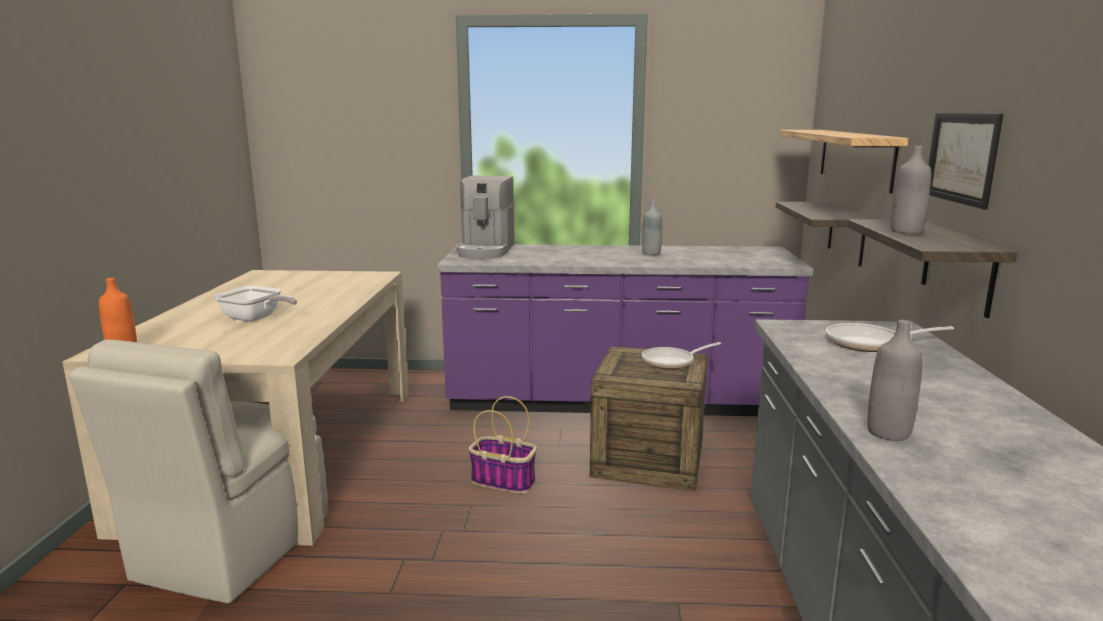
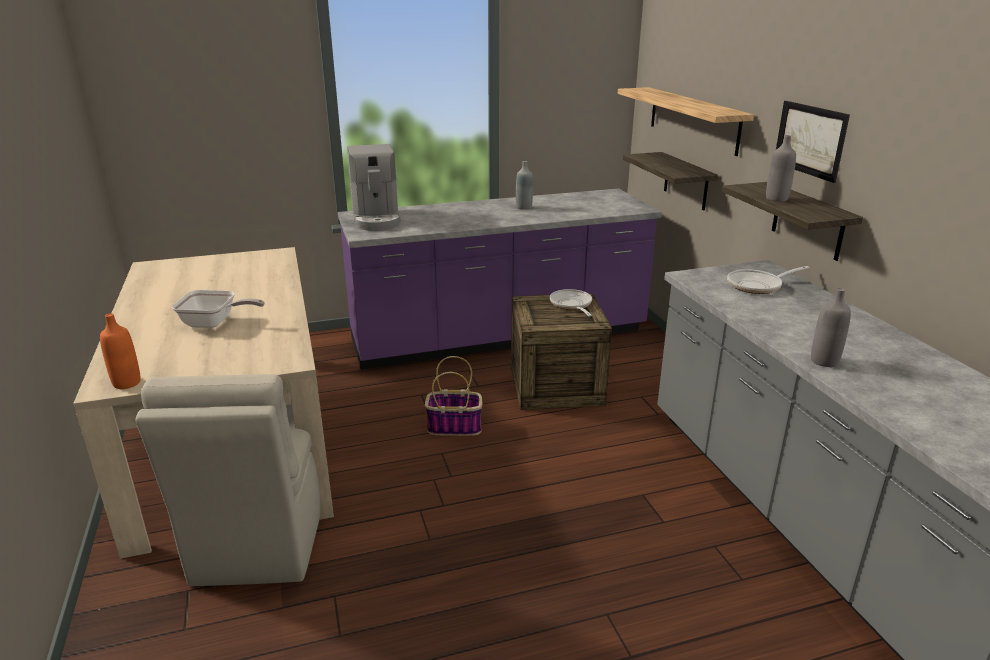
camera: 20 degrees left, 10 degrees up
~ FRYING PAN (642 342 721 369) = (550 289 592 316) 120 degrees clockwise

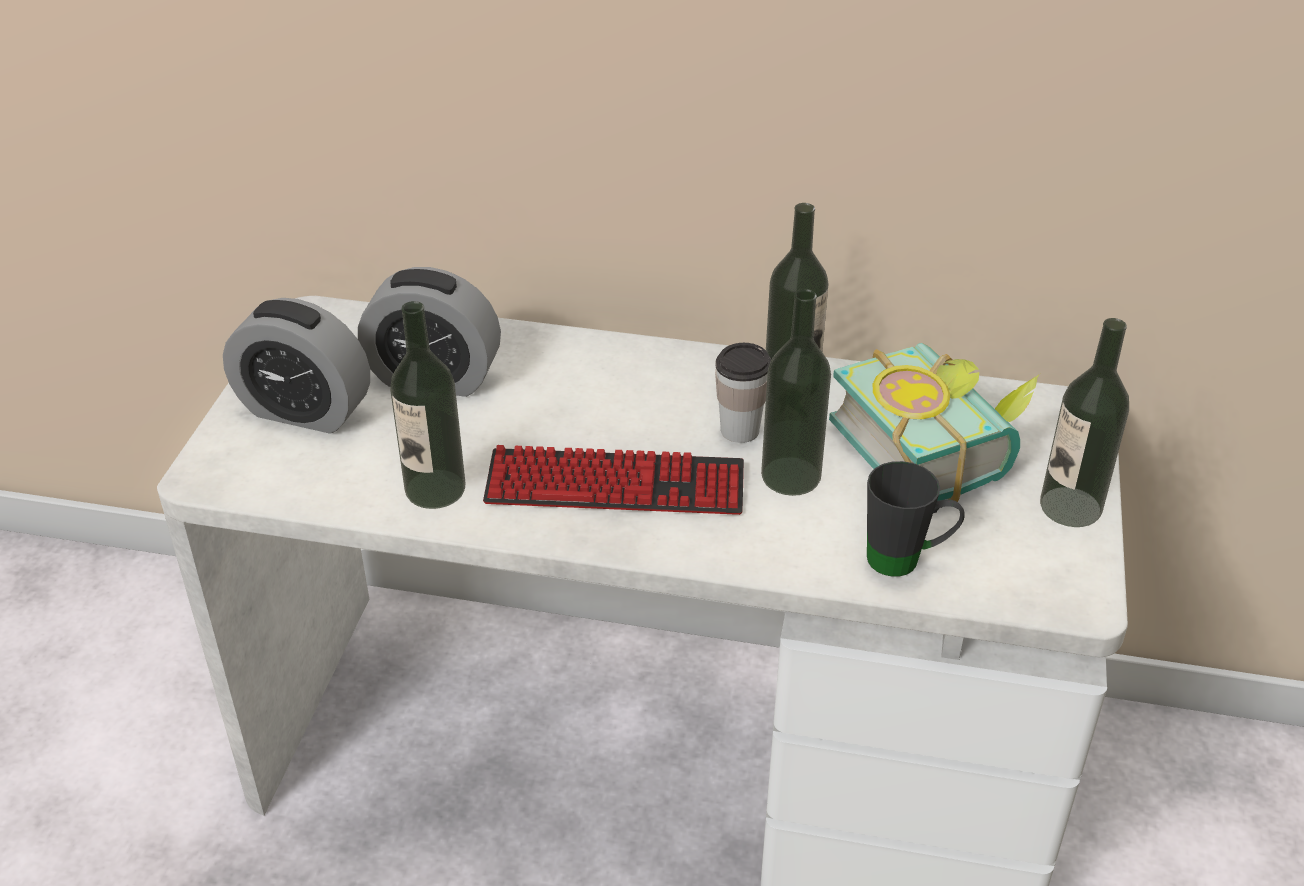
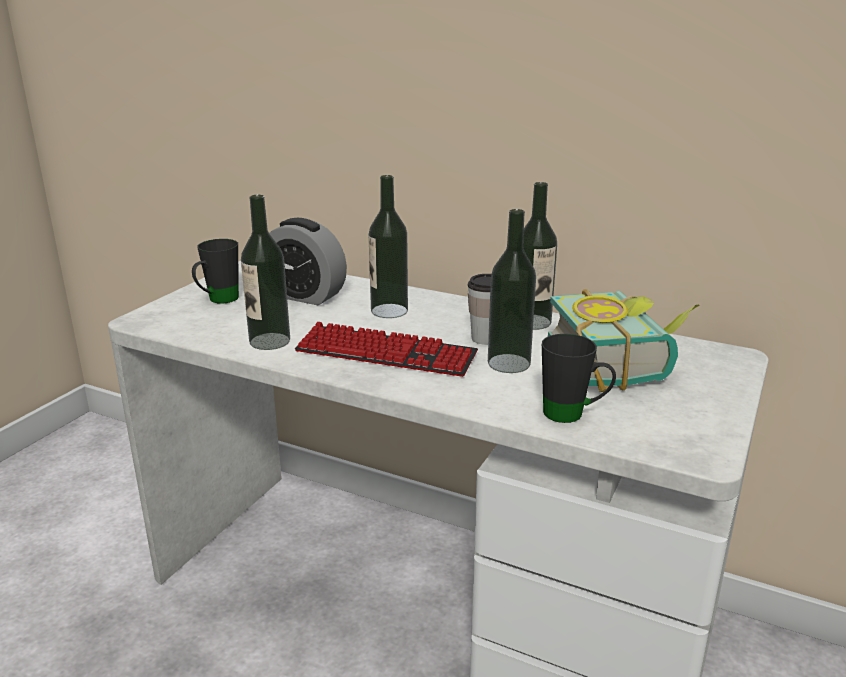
camera: 15 degrees right, 15 degrees down
~ BOTTLE (1040 318 1129 527) to (369 175 408 318)
~ ALARM CLOCK (223 298 370 434) to BLACK MUG (192 239 239 304)

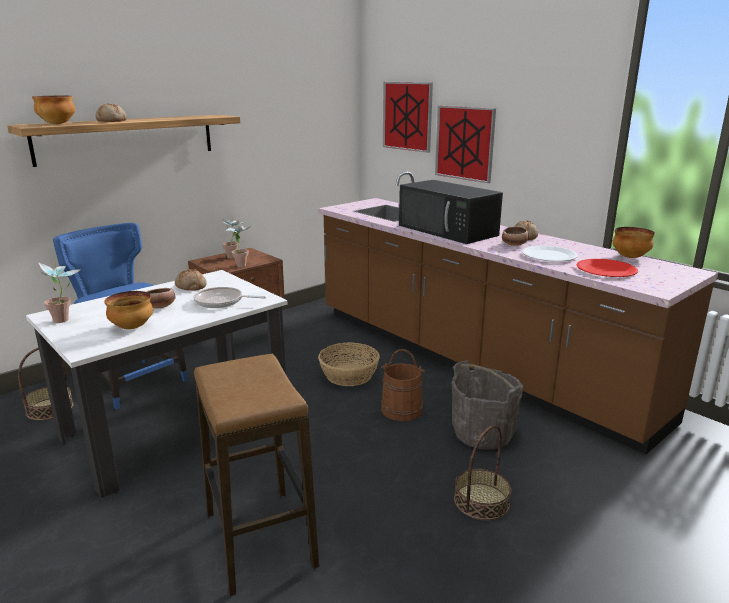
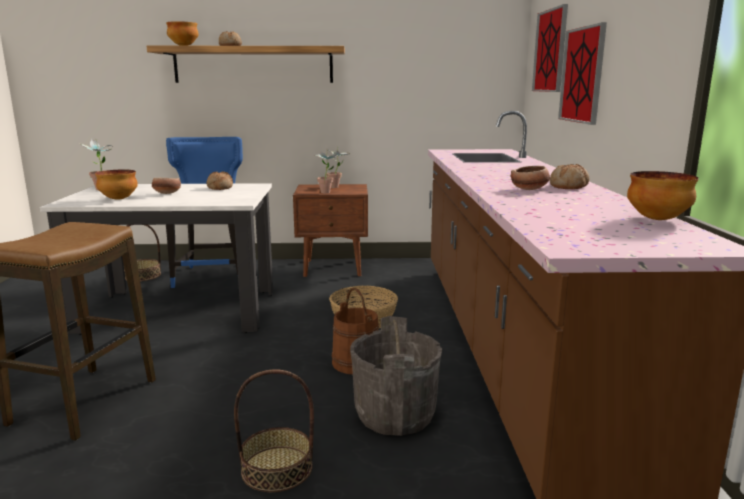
camera: 40 degrees right, 5 degrees down
- FRYING PAN (193 287 266 308)
- BLACK MICROWAVE (399 180 503 244)
- WHITE PLATE (522 246 578 262)
- RED PLATE (577 259 638 277)

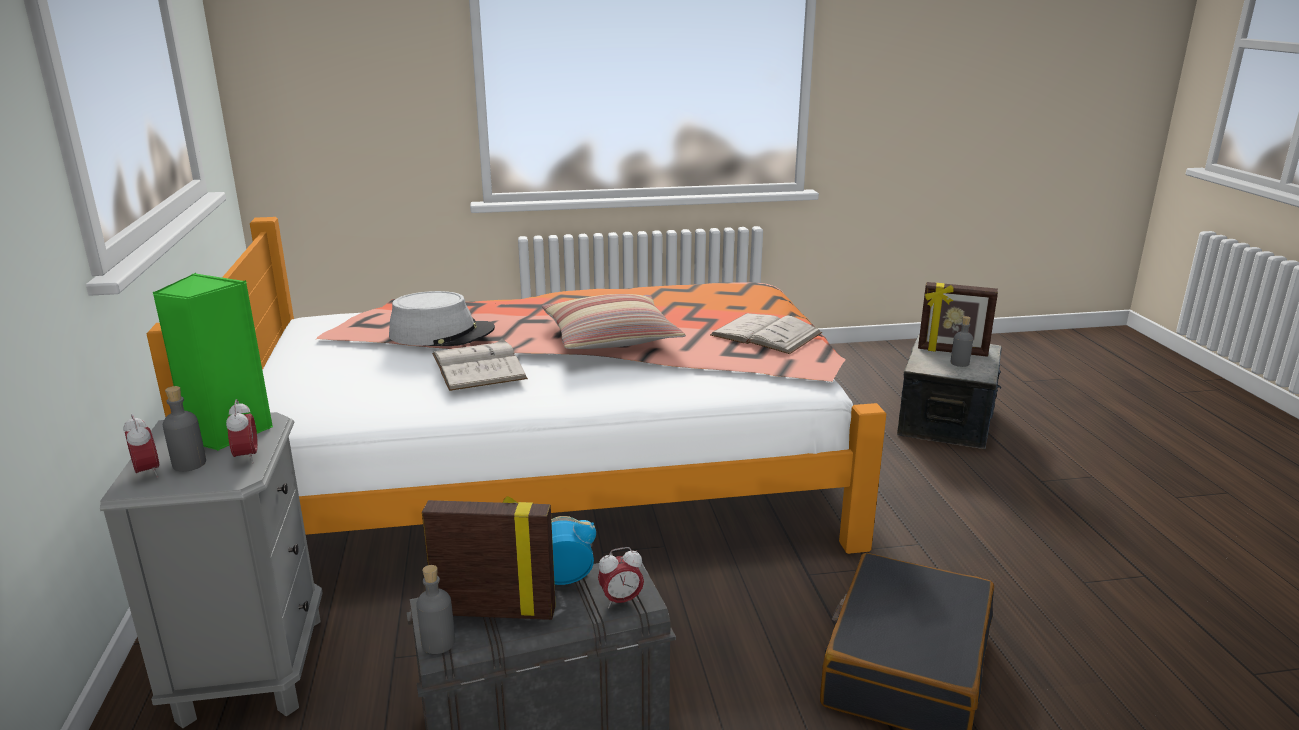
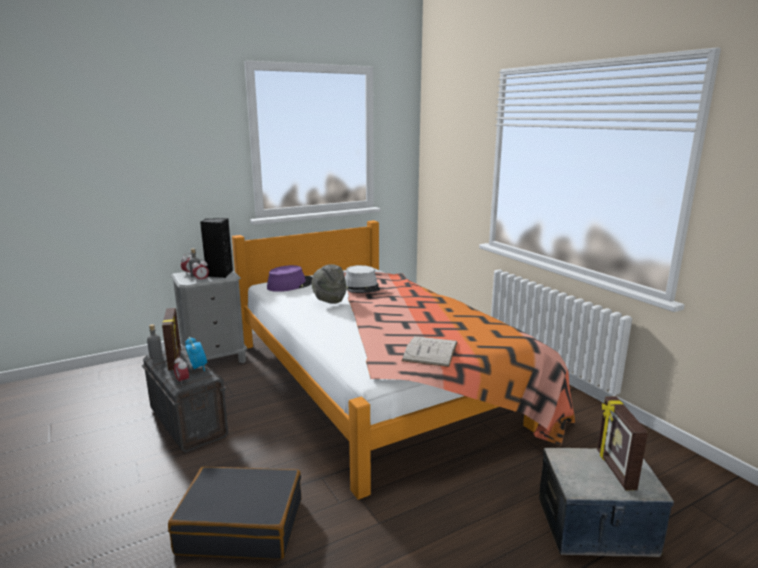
camera: 70 degrees right, 5 degrees down
- PILLOW (542 294 686 349)
- GREY BOTTLE (951 316 973 367)
+ PURPLE HAT (267 265 313 292)
~ WHITE BOOK (432 338 528 391) to GREY HAT (311 264 347 304)
~ GREEN SPEAKER (152 273 273 451) to BLACK SPEAKER (200 218 233 278)

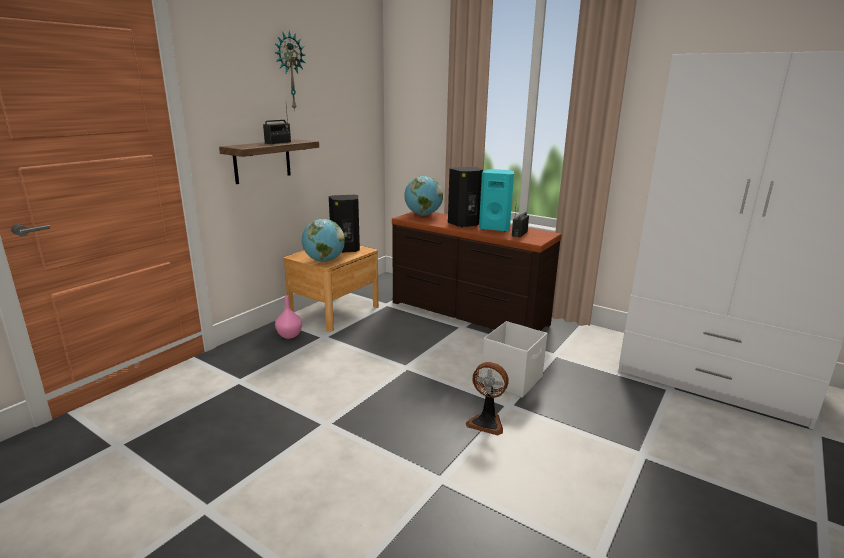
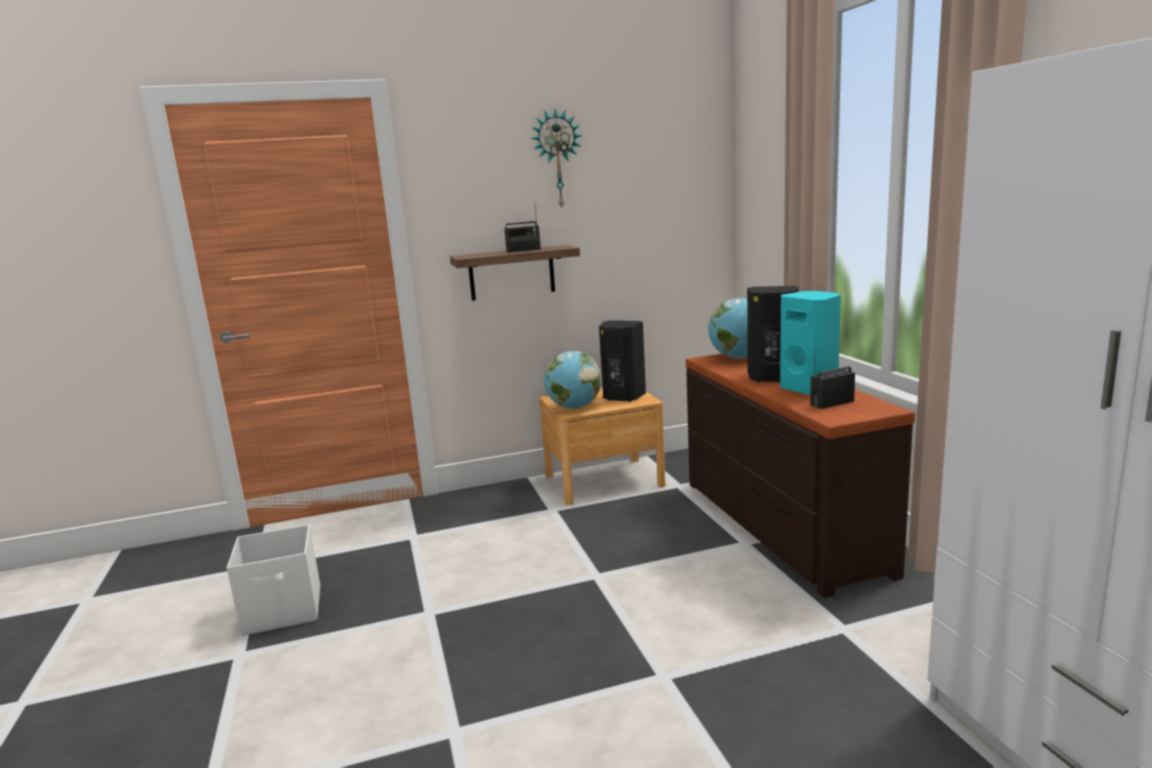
camera: 40 degrees right, 5 degrees down
- PINK VASE (275 295 302 339)
- FAN (466 362 509 436)
~ WHITE STORAGE BOX (481 321 547 398) to (227 524 320 636)

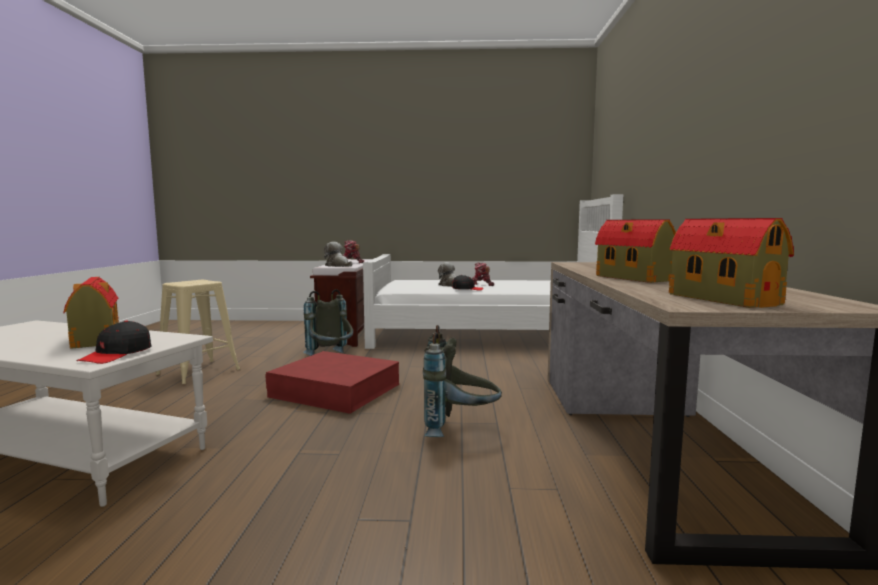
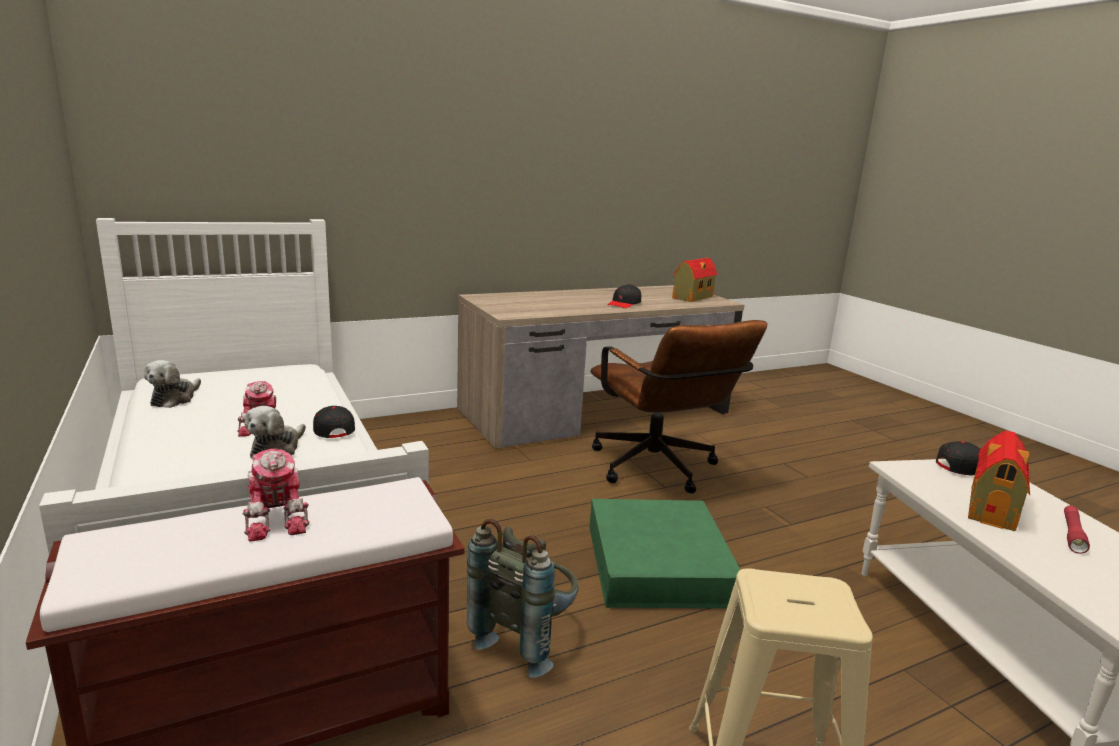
camera: 120 degrees left, 10 degrees up
+ RED FLASHLIGHT (1064 505 1090 554)
~ PLUSH TOY (324 242 352 267) to (144 360 201 408)
~ GREY BACKPACK (423 325 502 437) to BROWN OFFICE CHAIR (590 320 767 494)
~ TOY HOUSE (595 219 676 283) to BLACK CAP (608 284 641 308)
~ RED STORAGE BOX (265 351 399 414) to GREEN STORAGE BOX (589 499 740 608)

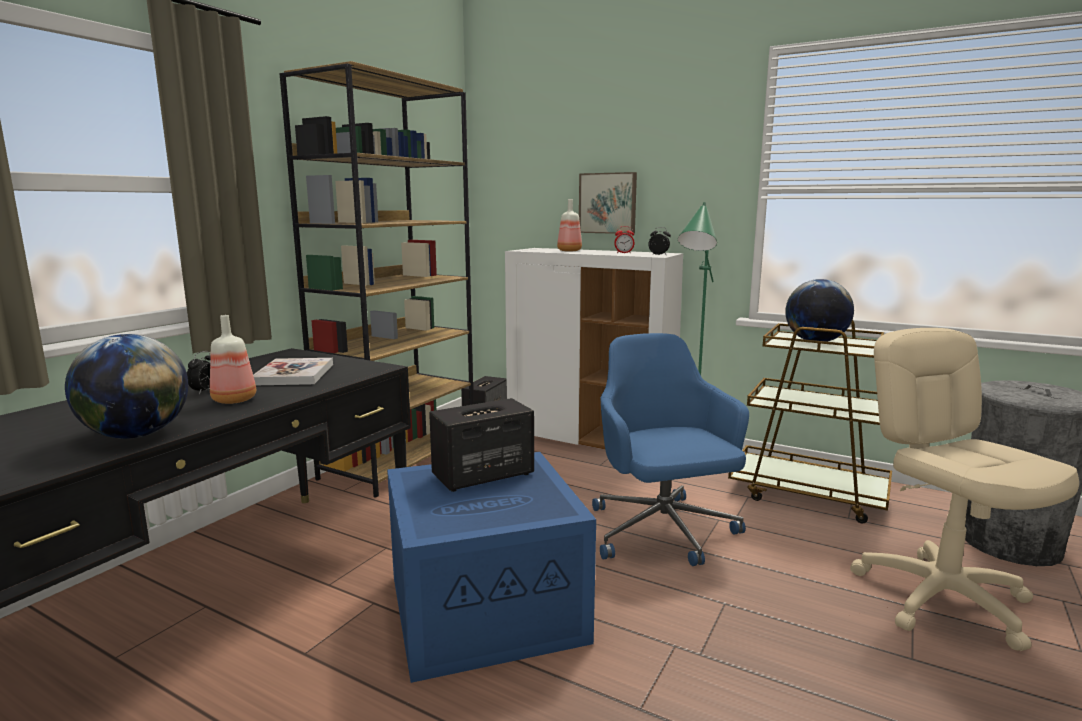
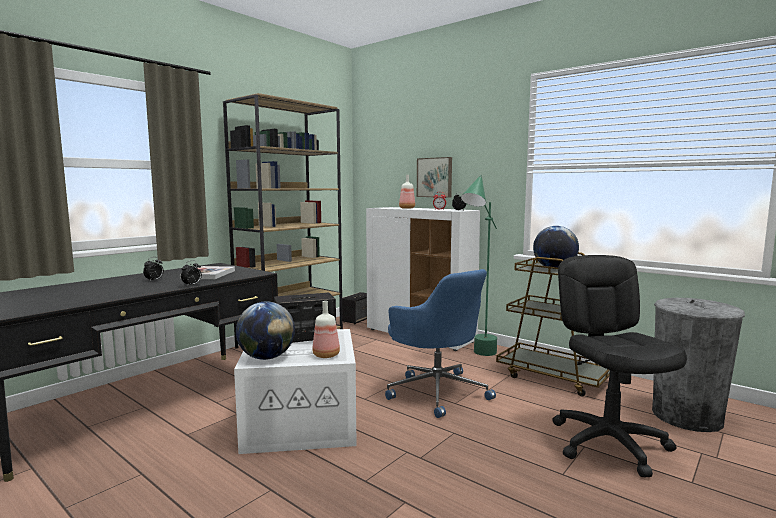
camera: 10 degrees right, 5 degrees down
+ ALARM CLOCK (181 260 202 286)
~ GLOBE (65 334 188 439) to (236 301 295 360)
~ BOTTLE (210 315 256 404) to (312 301 340 358)
~ BLUE STORAGE BOX (387 452 596 683) to WHITE STORAGE BOX (234 329 357 454)
~ BEIGE OFFICE CHAIR (850 328 1079 651) to BLACK OFFICE CHAIR (552 255 687 478)
~ BLUE OFFICE CHAIR (592 333 749 566) = (385 269 496 418) 150 degrees clockwise

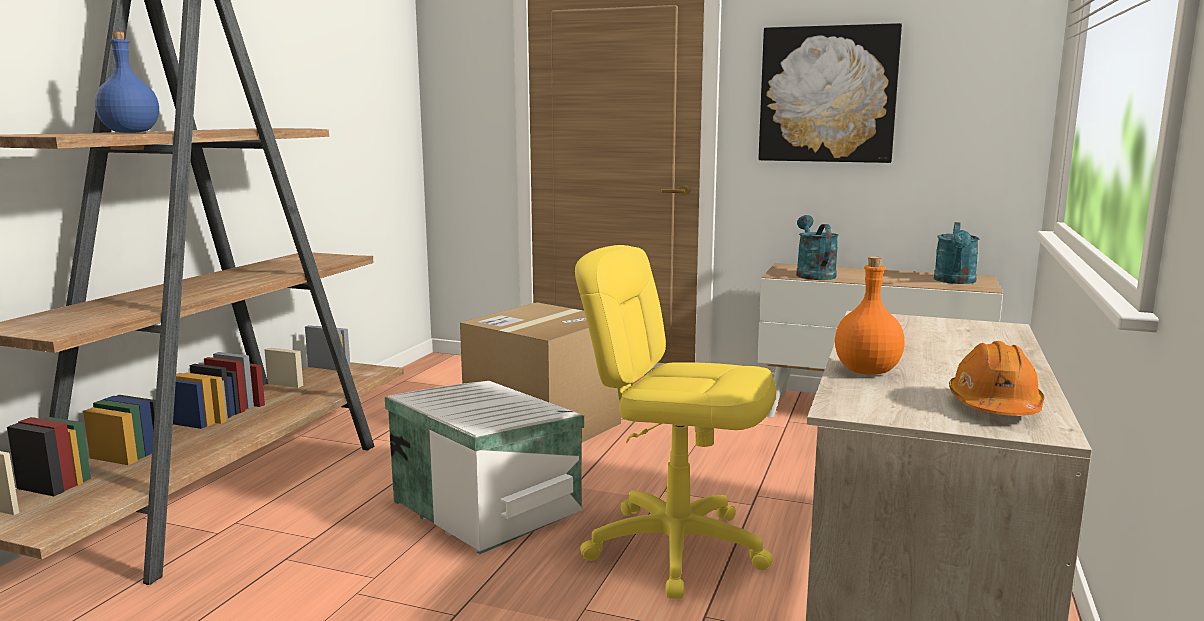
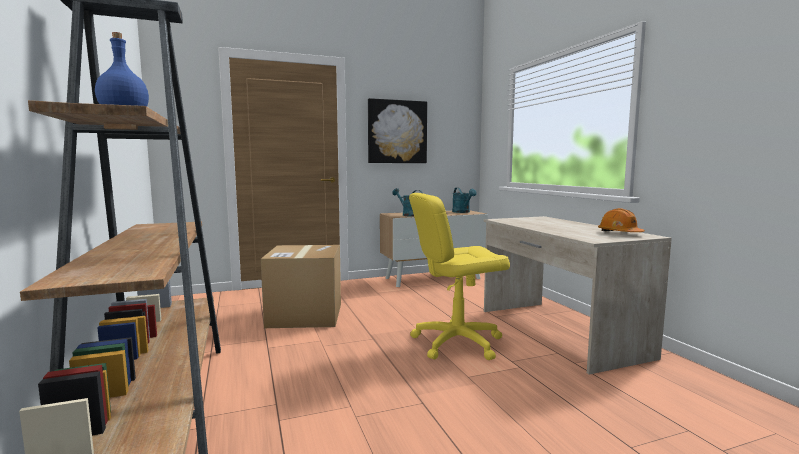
camera: 40 degrees left, 5 degrees down
- WHITE STORAGE BOX (385 381 584 554)
- ORANGE BOTTLE (835 256 905 375)

